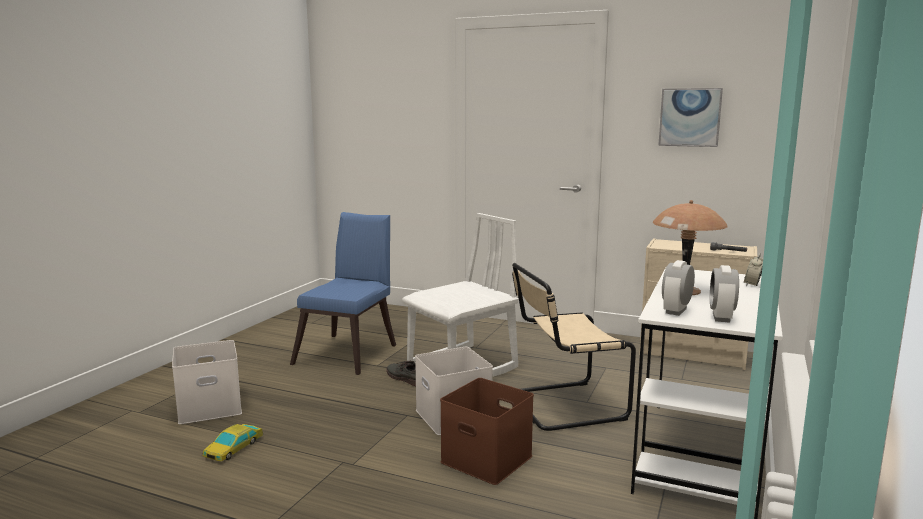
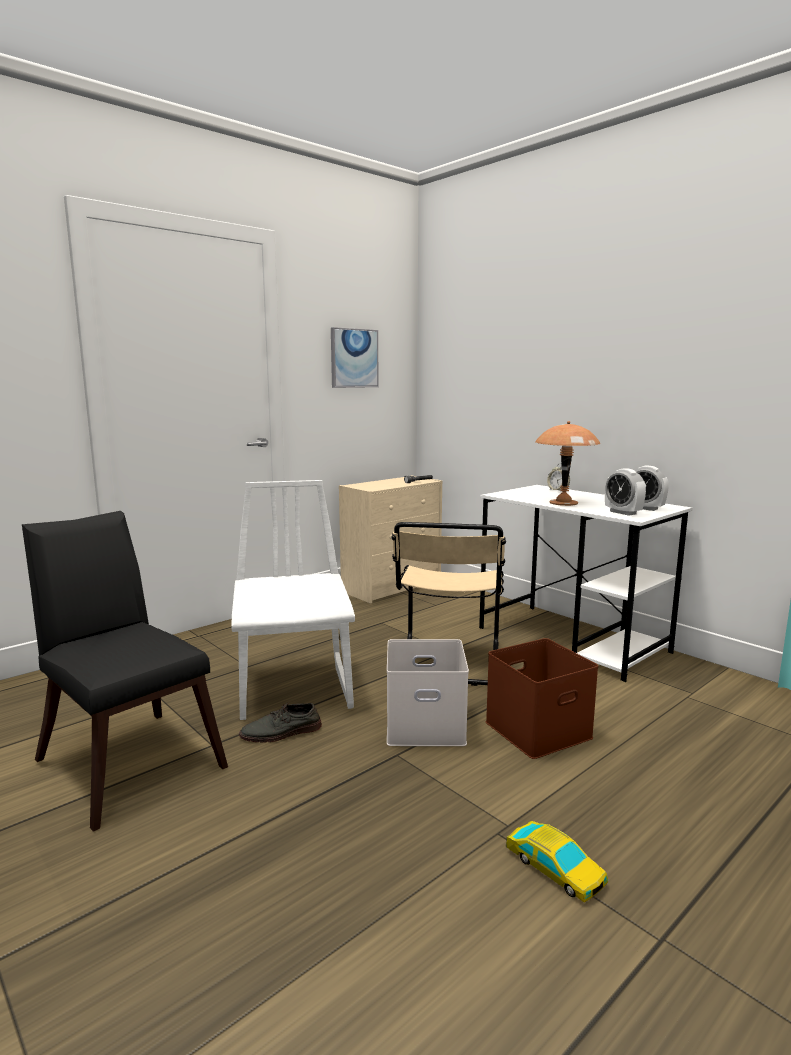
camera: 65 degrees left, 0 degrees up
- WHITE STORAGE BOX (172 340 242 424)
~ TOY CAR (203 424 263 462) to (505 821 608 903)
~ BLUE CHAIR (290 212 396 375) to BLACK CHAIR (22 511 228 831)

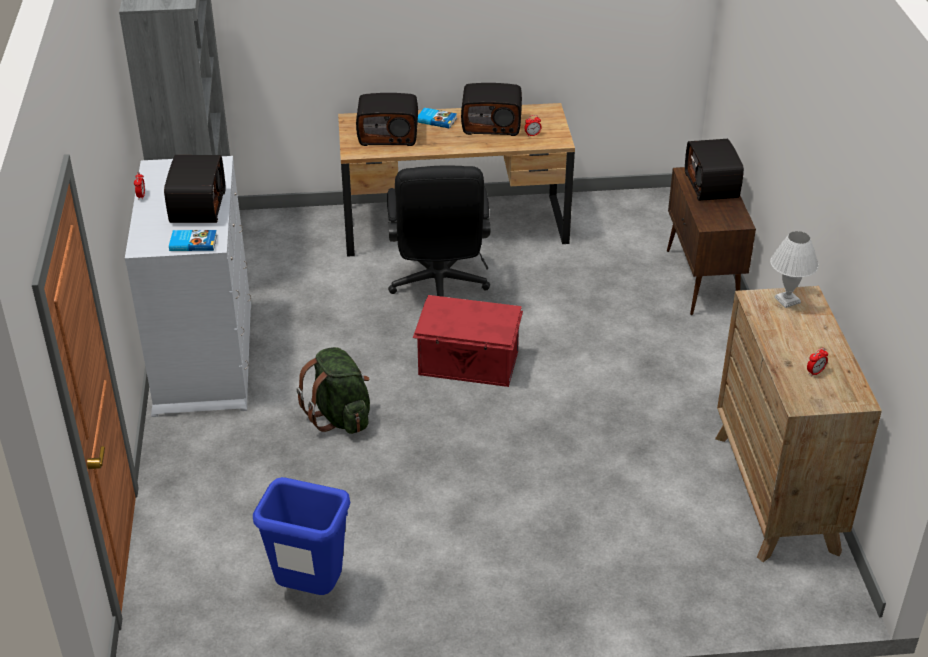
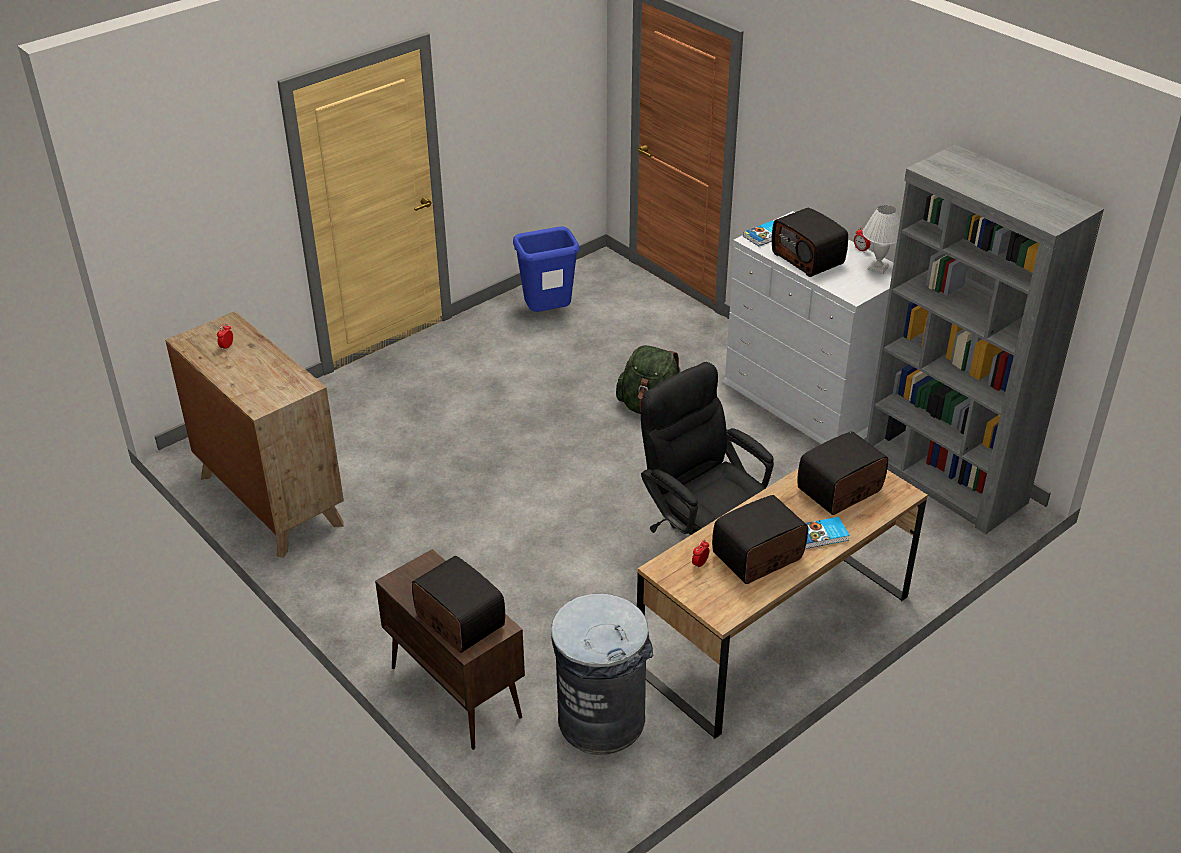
camera: 145 degrees right, 0 degrees up
- RED STORAGE BOX (413 295 523 387)
+ GREY TRASH CAN (551 593 653 755)
~ WHITE TABLE LAMP (770 231 819 308) to (862 205 900 274)

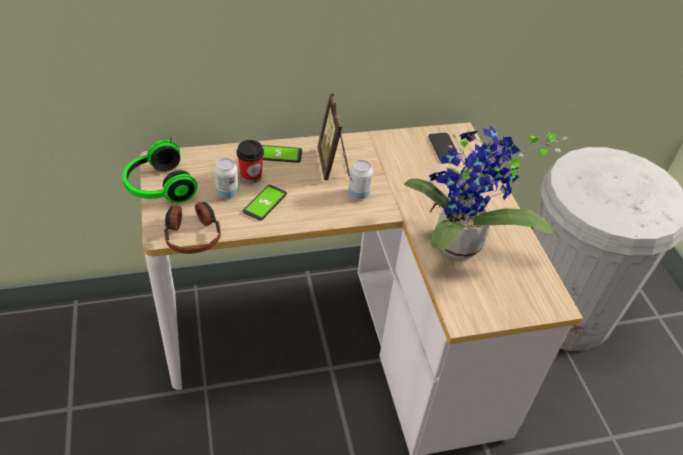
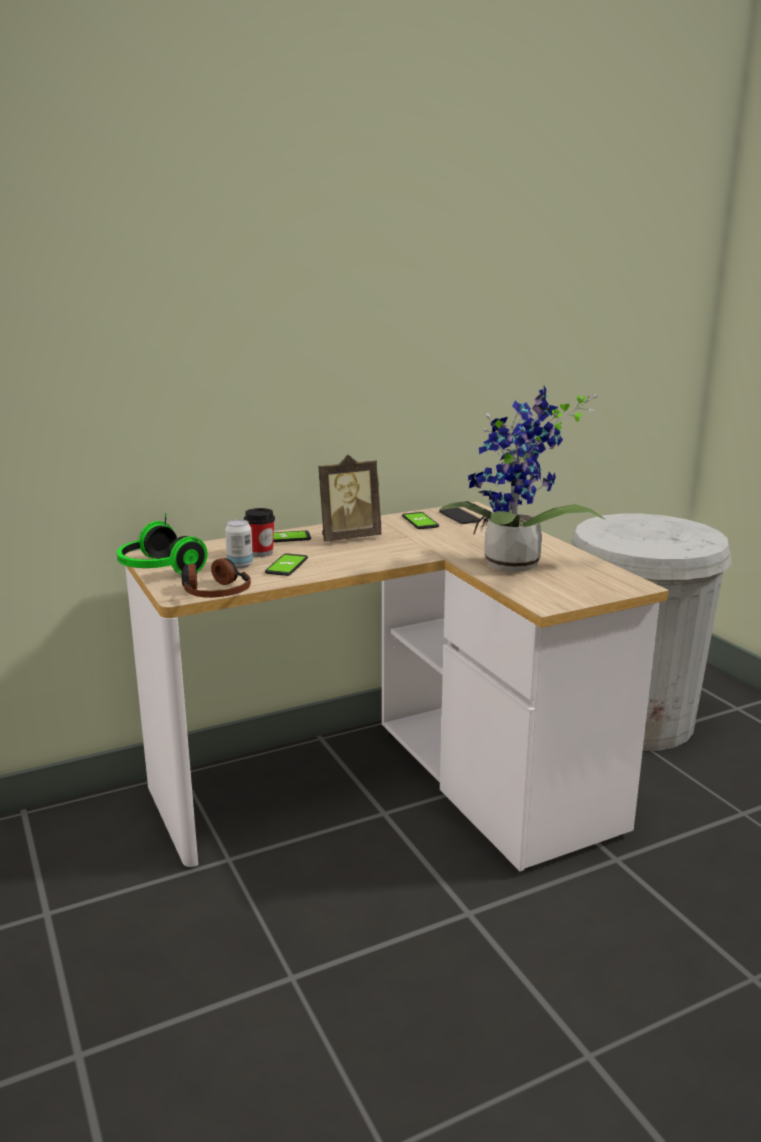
camera: 10 degrees left, 25 degrees down
- CAN (348 160 373 200)
+ PHONE (402 512 439 529)
~ PICTURE FRAME (317 93 350 180) = (318 455 381 542) 90 degrees counterclockwise

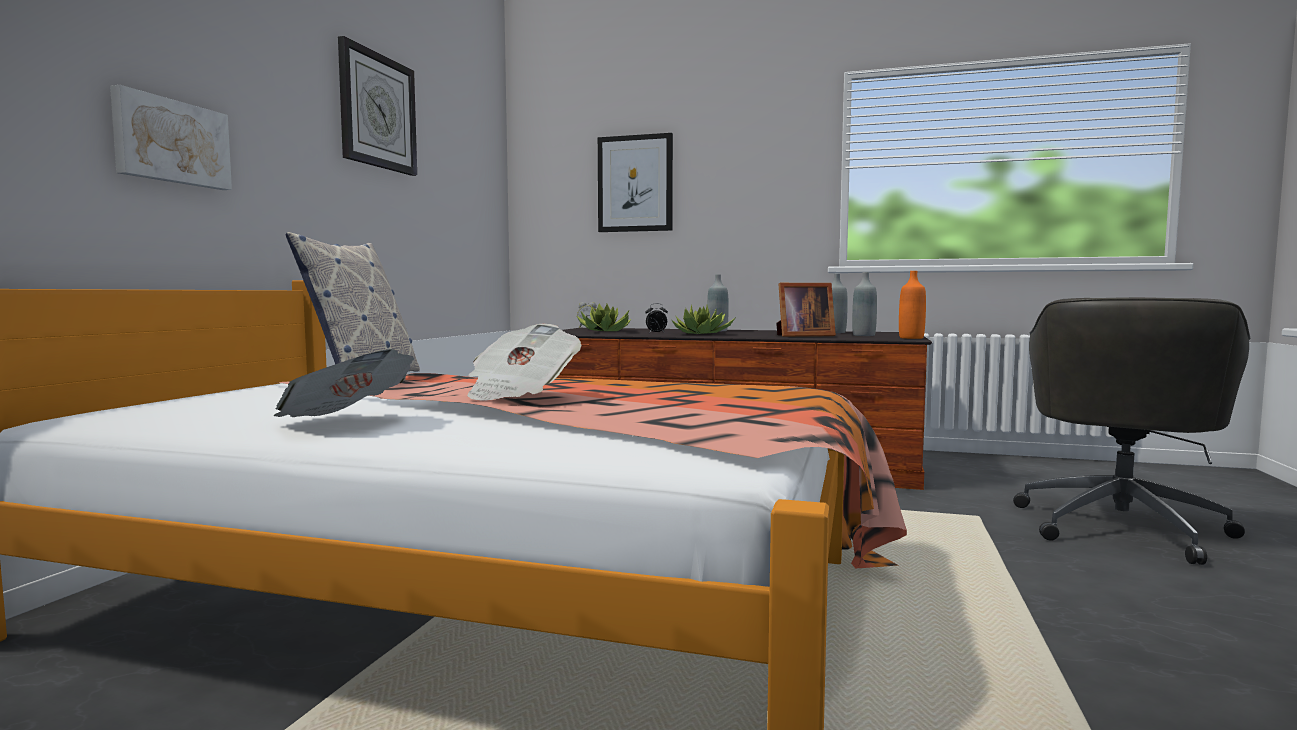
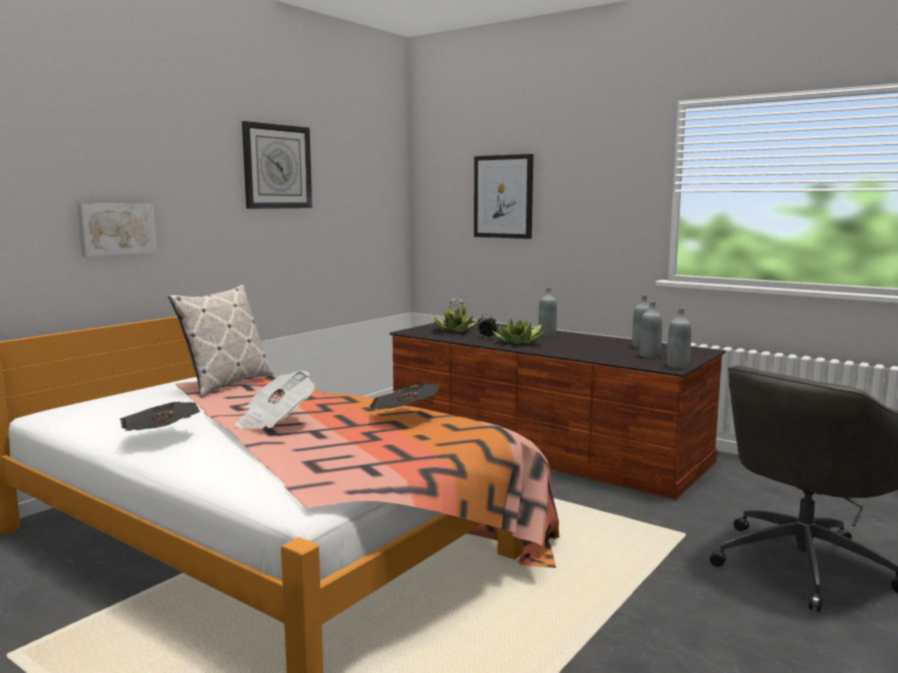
camera: 20 degrees right, 5 degrees up
- PICTURE FRAME (776 283 836 337)
+ NEWSPAPER (369 383 440 410)
~ ORANGE BOTTLE (899 271 926 339) to GREY BOTTLE (667 308 691 369)

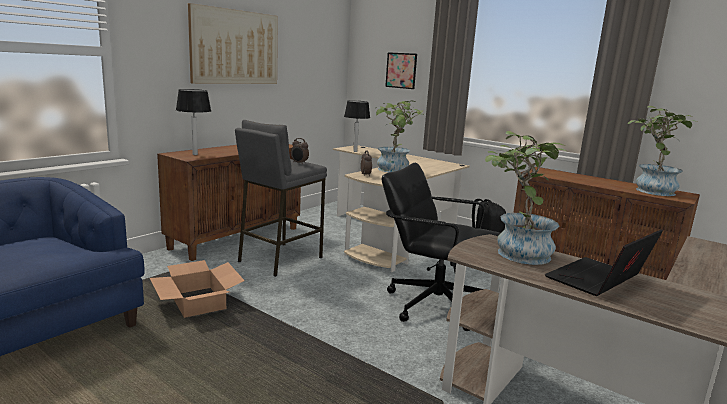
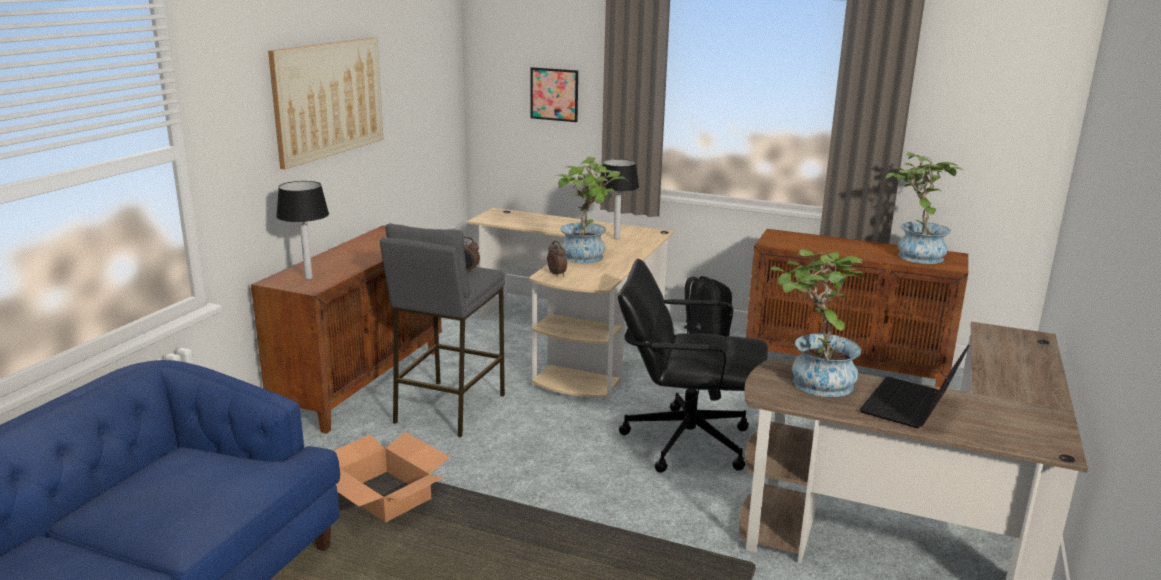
camera: 15 degrees left, 5 degrees up
~ TABLE LAMP (344 100 370 152) to (599 159 639 239)

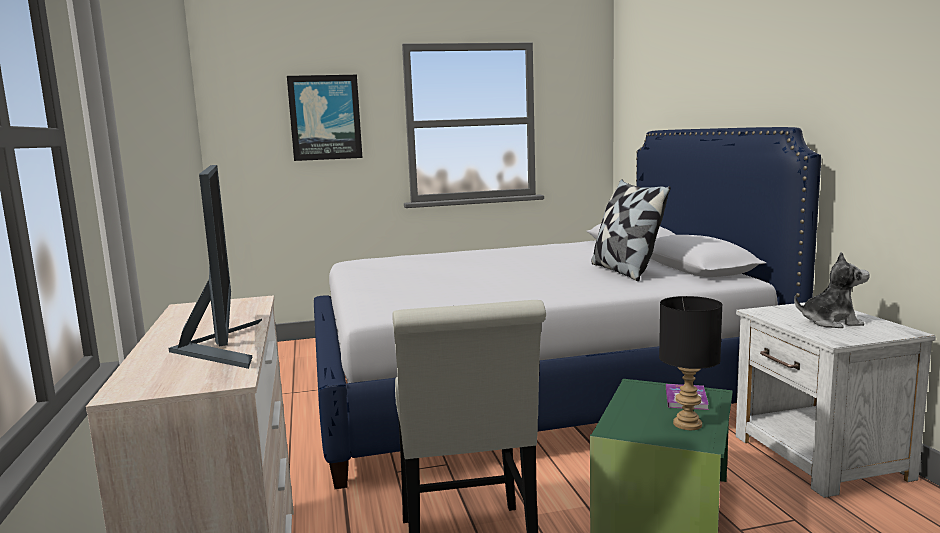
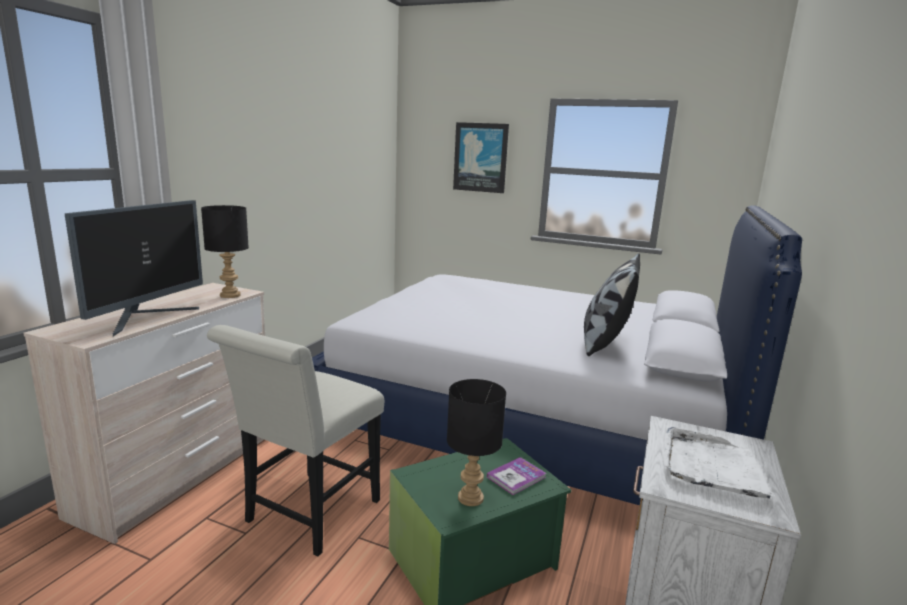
camera: 35 degrees right, 5 degrees up
+ BLACK TABLE LAMP (201 205 249 298)
~ PLUSH TOY (794 252 869 328) to WHITE TRAY (664 427 775 499)

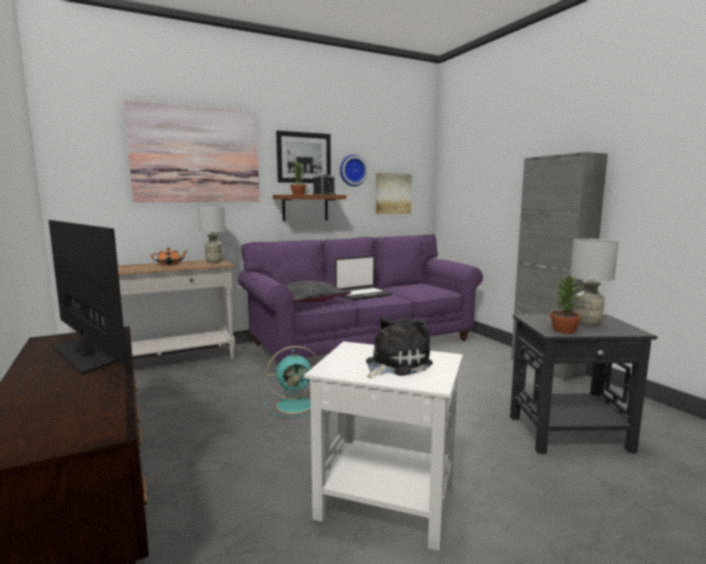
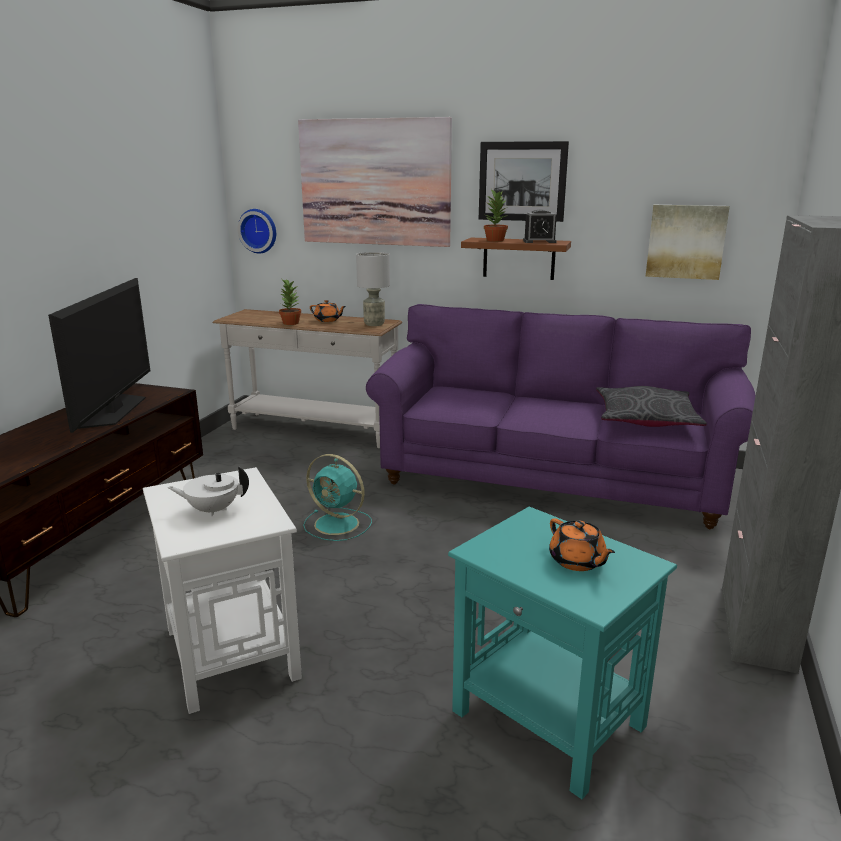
camera: 45 degrees right, 10 degrees up
- LAPTOP (335 255 393 300)
~ GREY PILLOW (284 281 351 302) to (596 386 707 427)
~ WALL CLOCK (340 155 368 186) to (238 209 276 254)
~ POTTED PLANT (550 275 581 334) to (279 280 301 325)
~ PLUSH TOY (366 317 433 379) to WHITE TEAPOT (168 466 249 516)
~ GREY TABLE LAMP (570 239 619 326) to ORANGE TEAPOT (549 518 615 571)
~ BLACK SIDE TABLE (510 314 657 454) to TURQUOISE SIDE TABLE (448 506 677 799)

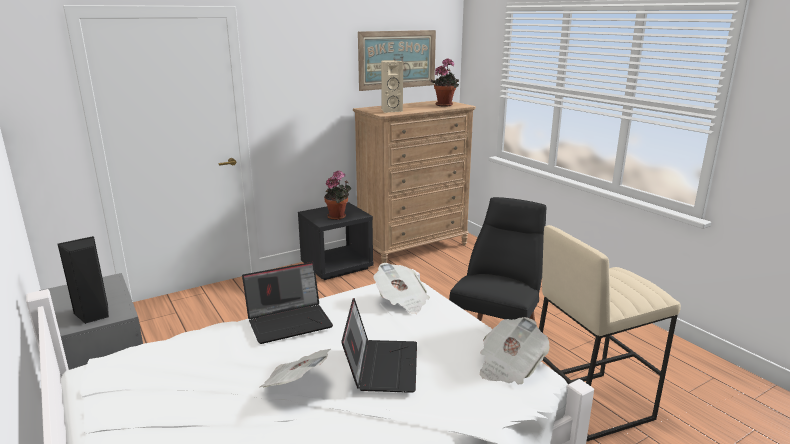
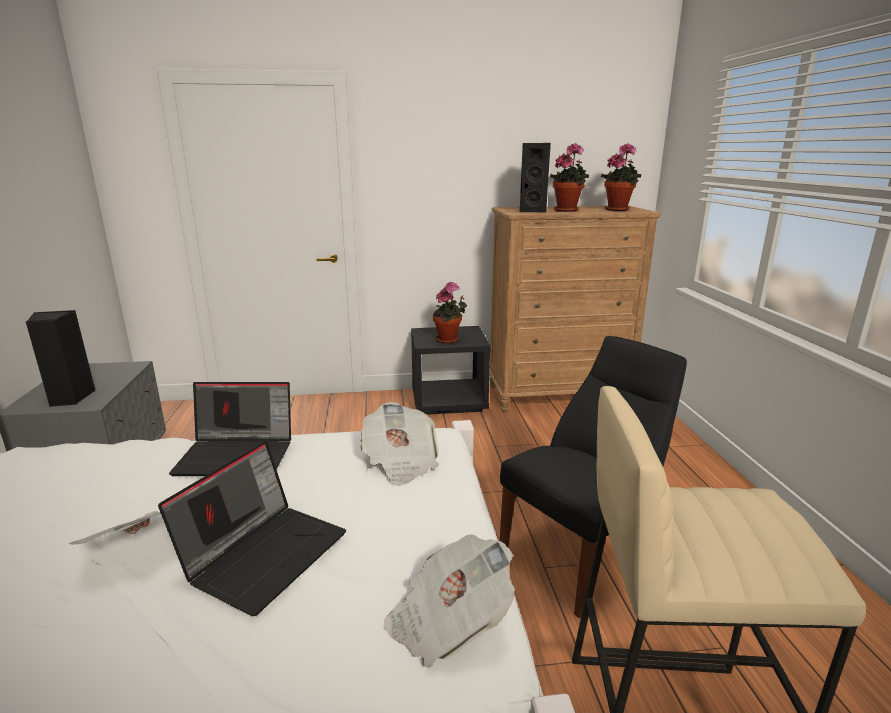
camera: 25 degrees right, 0 degrees up
- PICTURE (358 30 436 91)
+ POTTED PLANT (549 144 589 212)
~ BEIGE SPEAKER (381 60 403 113) to BLACK SPEAKER (520 143 551 212)

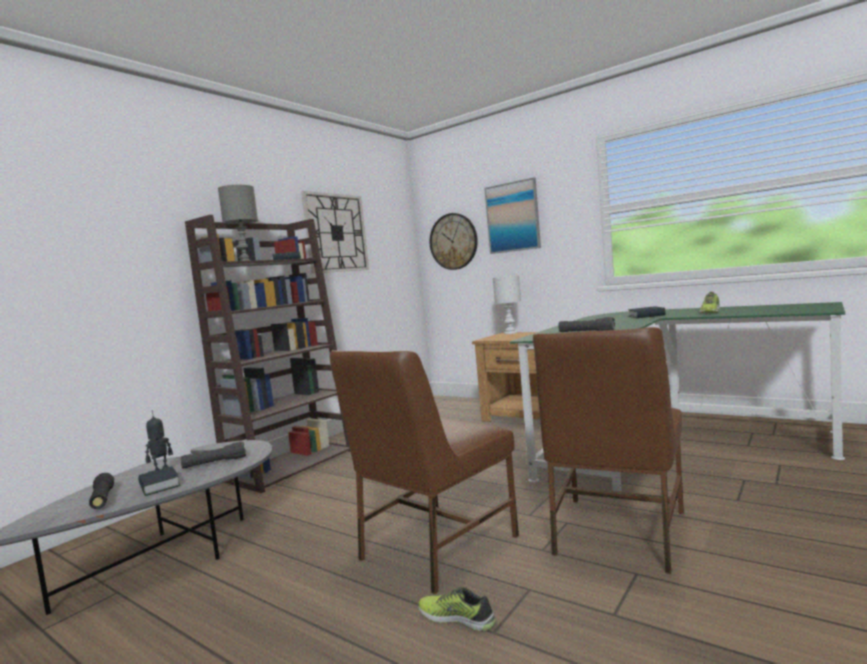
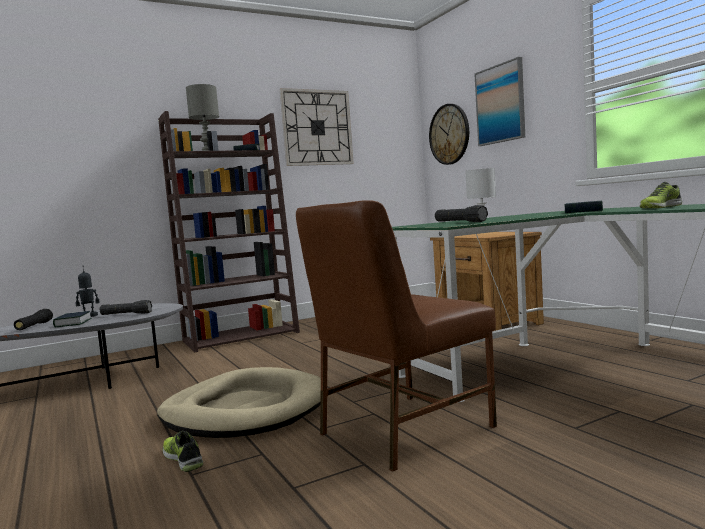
camera: 25 degrees right, 0 degrees up
~ BROWN CHAIR (329 350 519 594) to BEIGE DOG BED (157 367 321 438)

